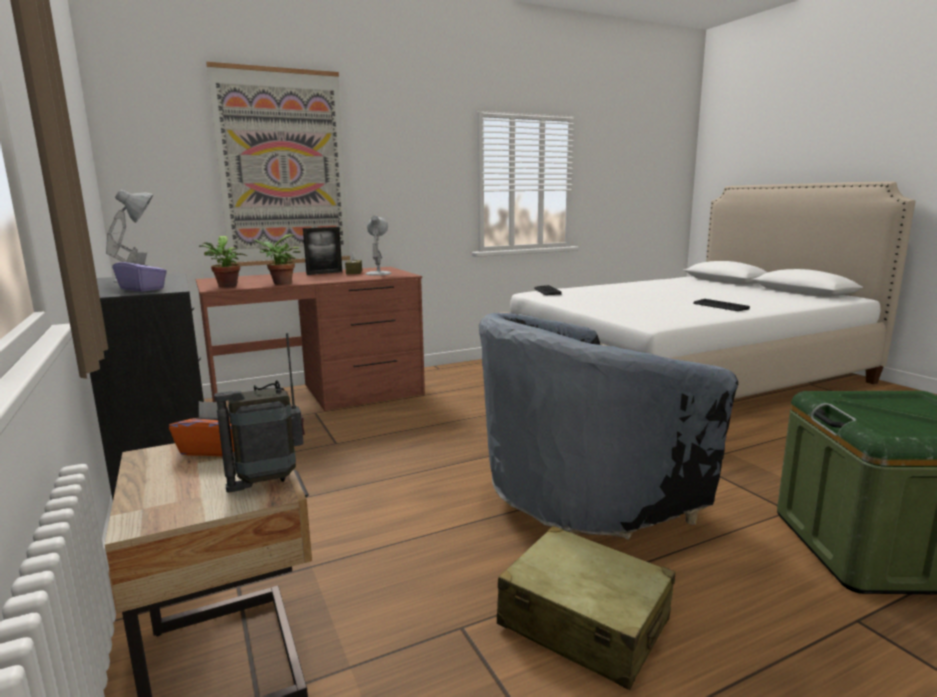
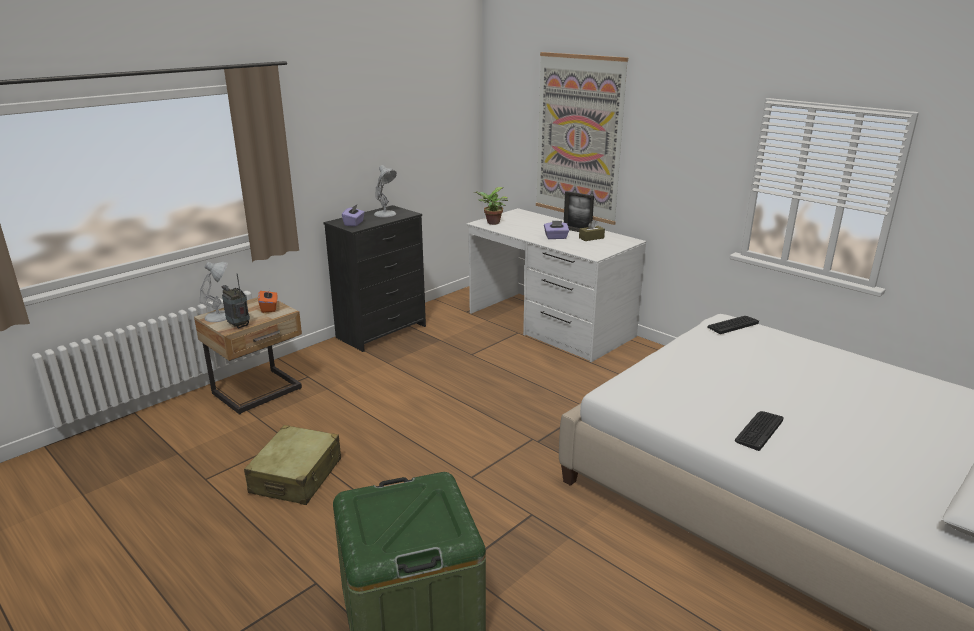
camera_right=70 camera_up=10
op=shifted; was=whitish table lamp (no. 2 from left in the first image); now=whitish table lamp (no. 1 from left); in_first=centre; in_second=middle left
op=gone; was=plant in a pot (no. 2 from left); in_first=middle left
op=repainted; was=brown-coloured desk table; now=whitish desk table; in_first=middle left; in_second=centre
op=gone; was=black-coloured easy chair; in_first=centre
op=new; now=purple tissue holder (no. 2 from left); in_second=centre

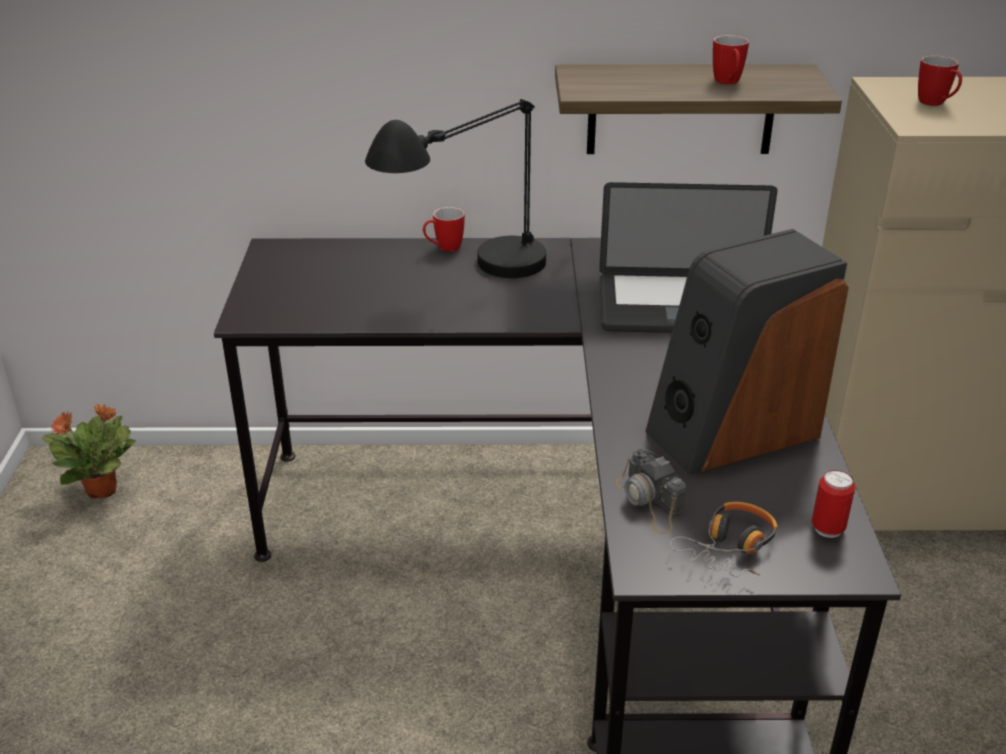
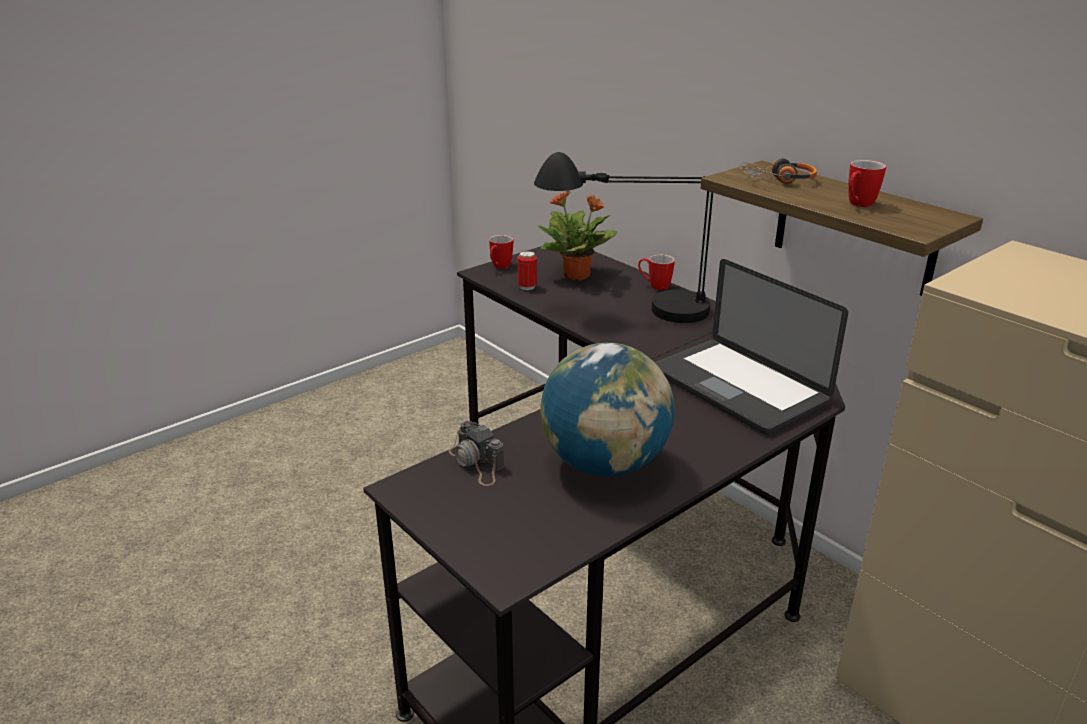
camera_right=50 camera_up=-5
op=shifted; was=mug (no. 3 from left in the first image); now=mug (no. 1 from left); in_first=top right; in_second=centre
op=swapped; was=speaker; now=desk globe; in_first=middle right; in_second=centre
op=shifted; was=plant in a pot; in_first=middle left; in_second=top centre
op=rotated; was=photo camera; in_first=centre; in_second=centre; clockwise=-60
op=shifted; was=metal can; in_first=bottom right; in_second=centre
op=shifted; was=headphones; in_first=bottom right; in_second=top right

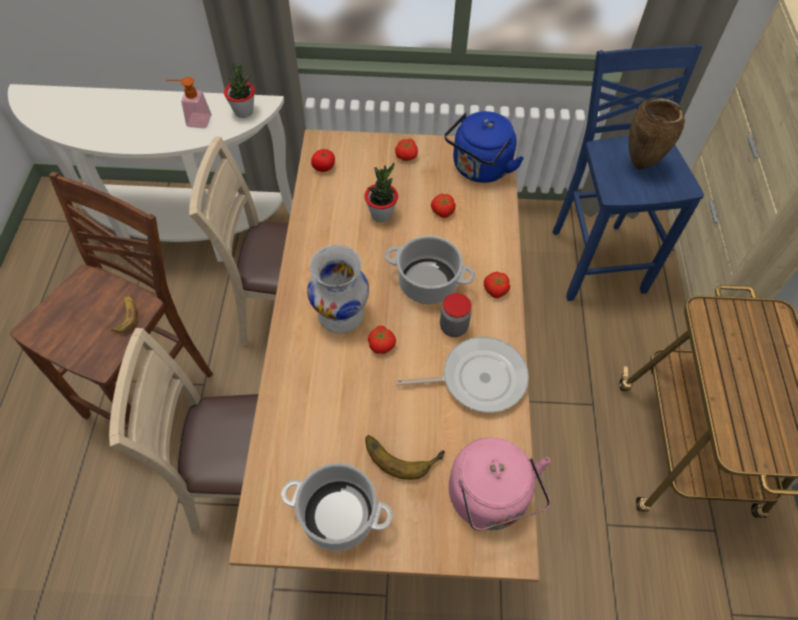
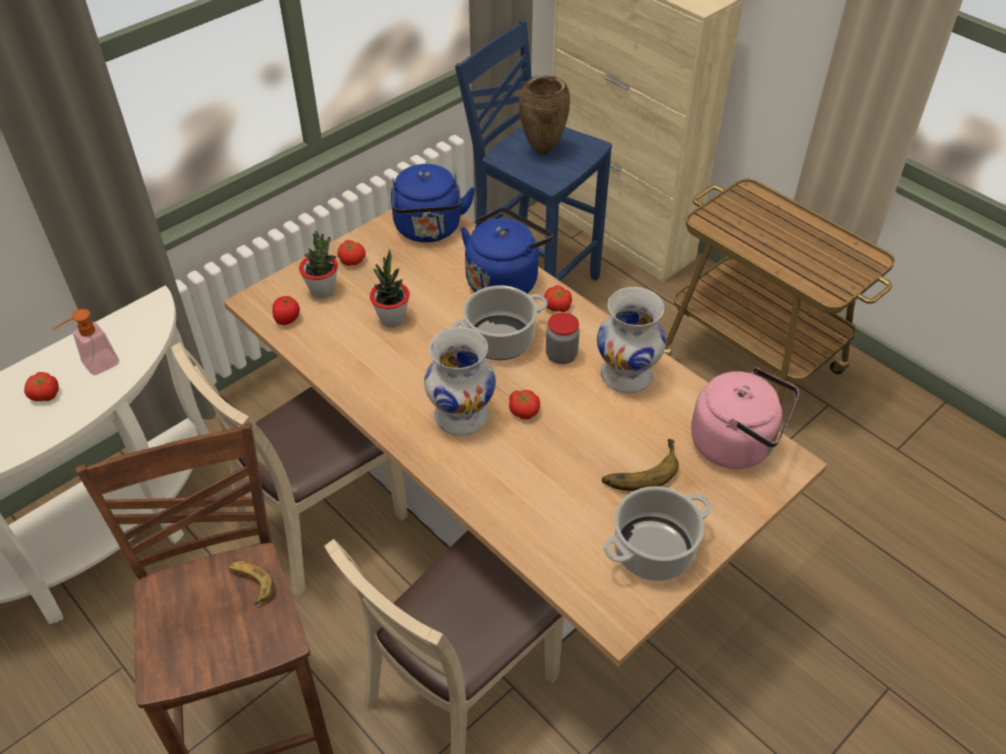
camera_right=-45 camera_up=-10
op=shifted; was=plant in a pot (no. 1 from left); in_first=top left; in_second=middle left
op=shifted; was=tomato (no. 4 from left in the first image); now=tomato (no. 1 from left); in_first=top centre; in_second=middle left
op=swapped; was=pan; now=whitish decorative vase (no. 2 from left); in_first=centre; in_second=centre
op=new; now=blue-coloured water kettle (no. 2 from left); in_second=top centre

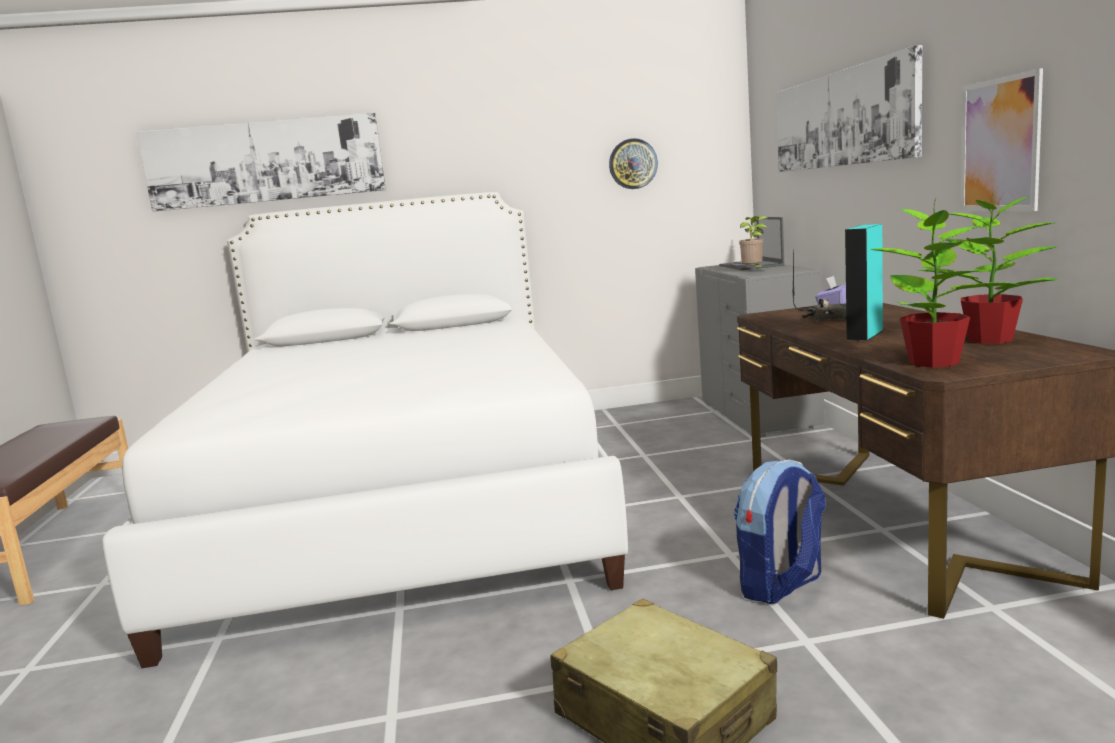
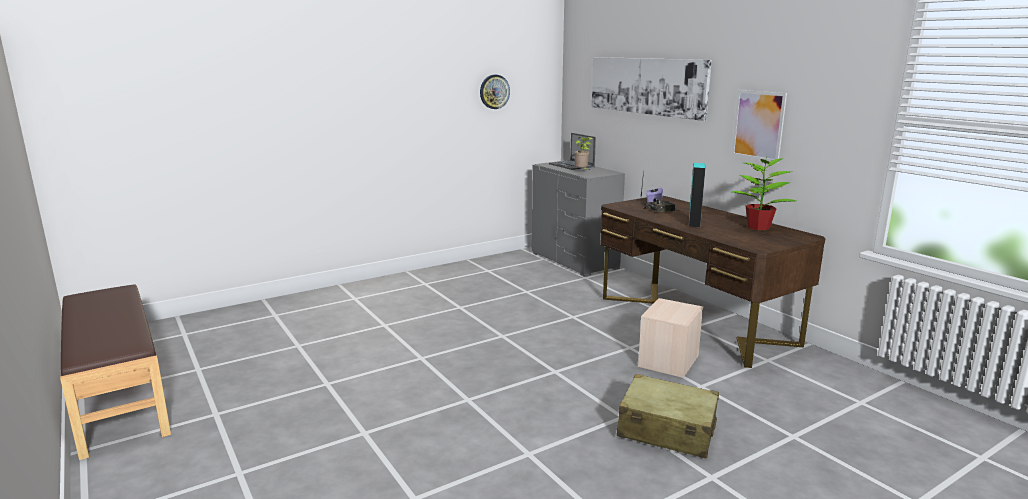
camera_right=-25 camera_up=5
op=gone; was=wall art (no. 1 from left); in_first=top left
op=gone; was=whitish bed; in_first=middle left
op=gone; was=plant in a pot (no. 2 from left); in_first=middle right
op=swapped; was=rucksack; now=sand-coloured storage bin; in_first=bottom right; in_second=bottom centre

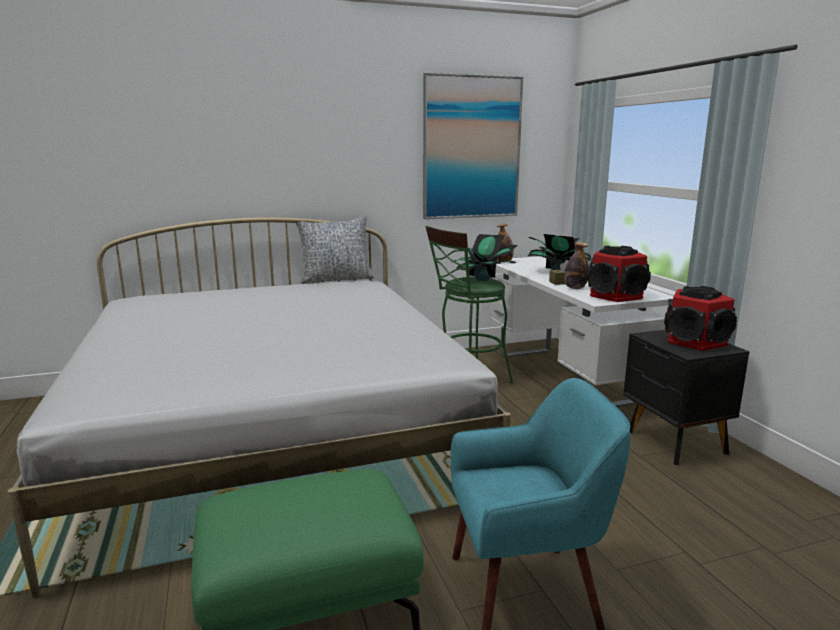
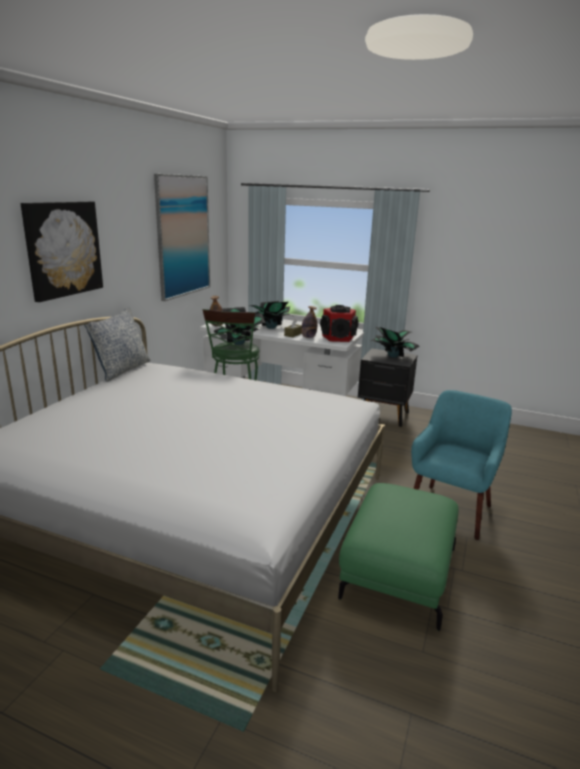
camera_right=-50 camera_up=5
op=swapped; was=speaker (no. 2 from left); now=plant in a pot (no. 3 from left); in_first=middle right; in_second=middle right
op=new; now=wall art (no. 1 from left); in_second=top left

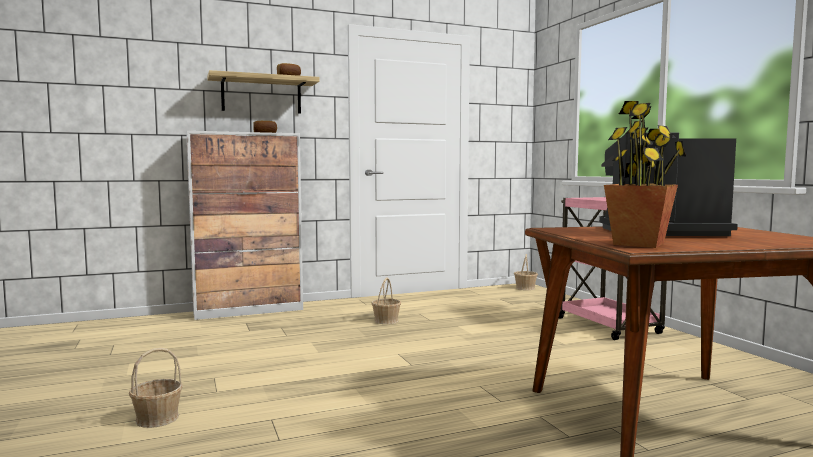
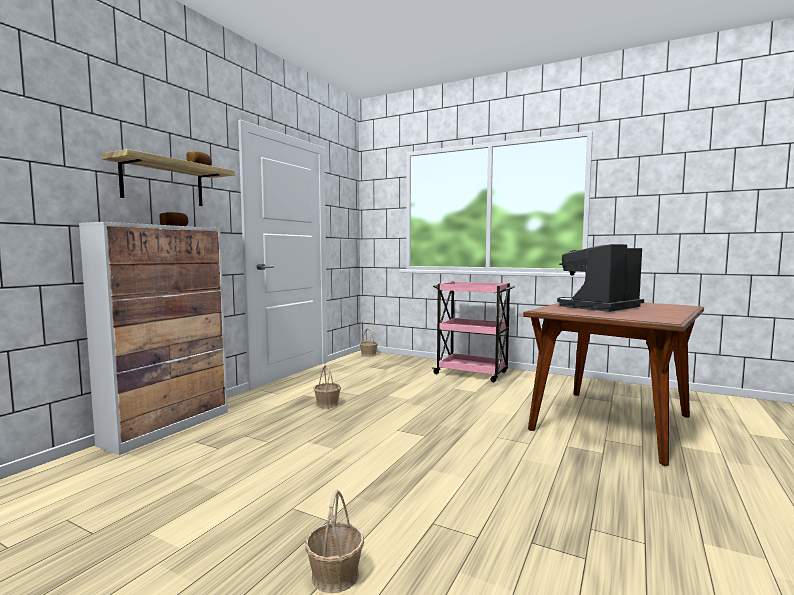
camera_right=-40 camera_up=0
op=gone; was=plant in a pot; in_first=middle right

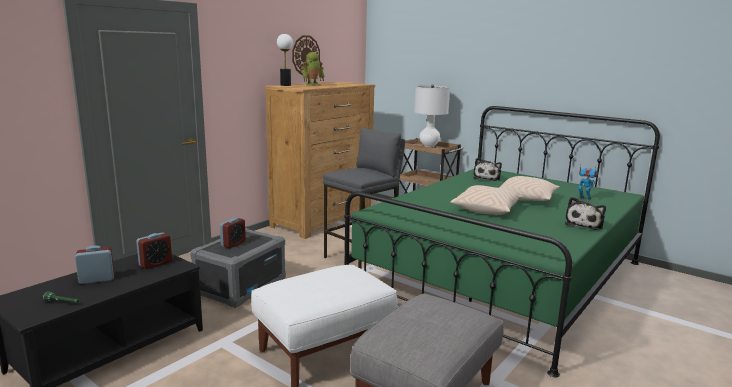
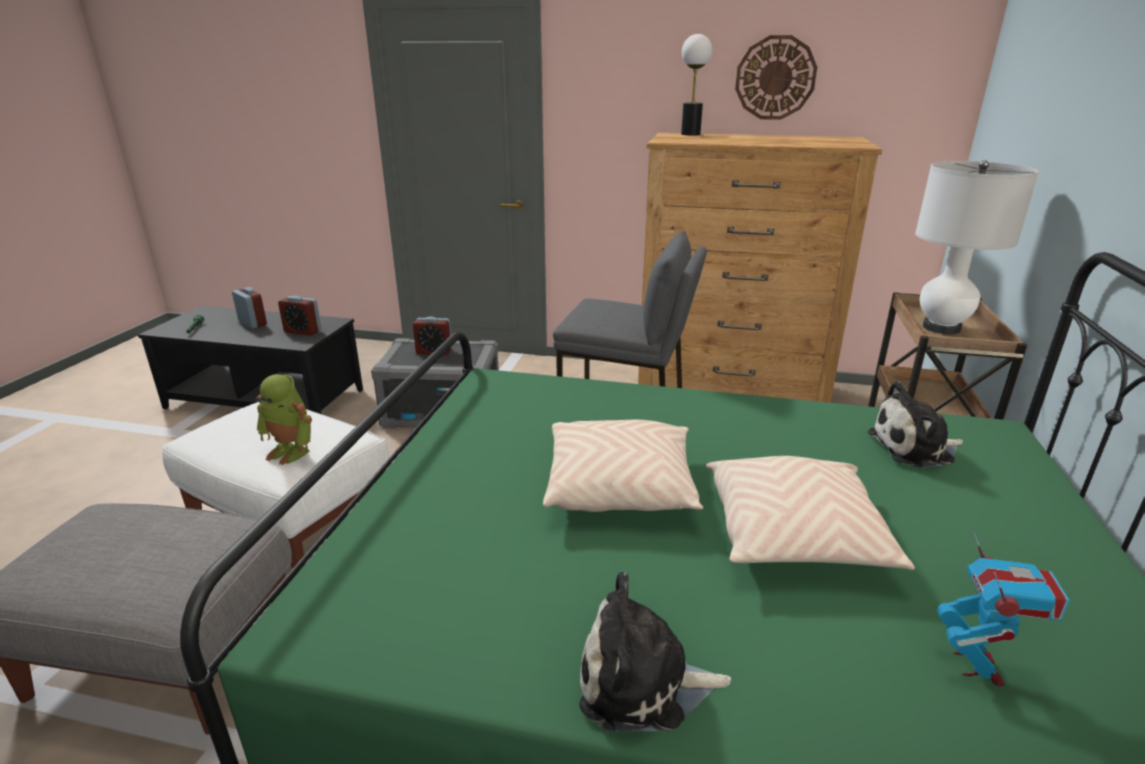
camera_right=65 camera_up=10
op=shifted; was=robot figure (no. 1 from left); in_first=top centre; in_second=middle left

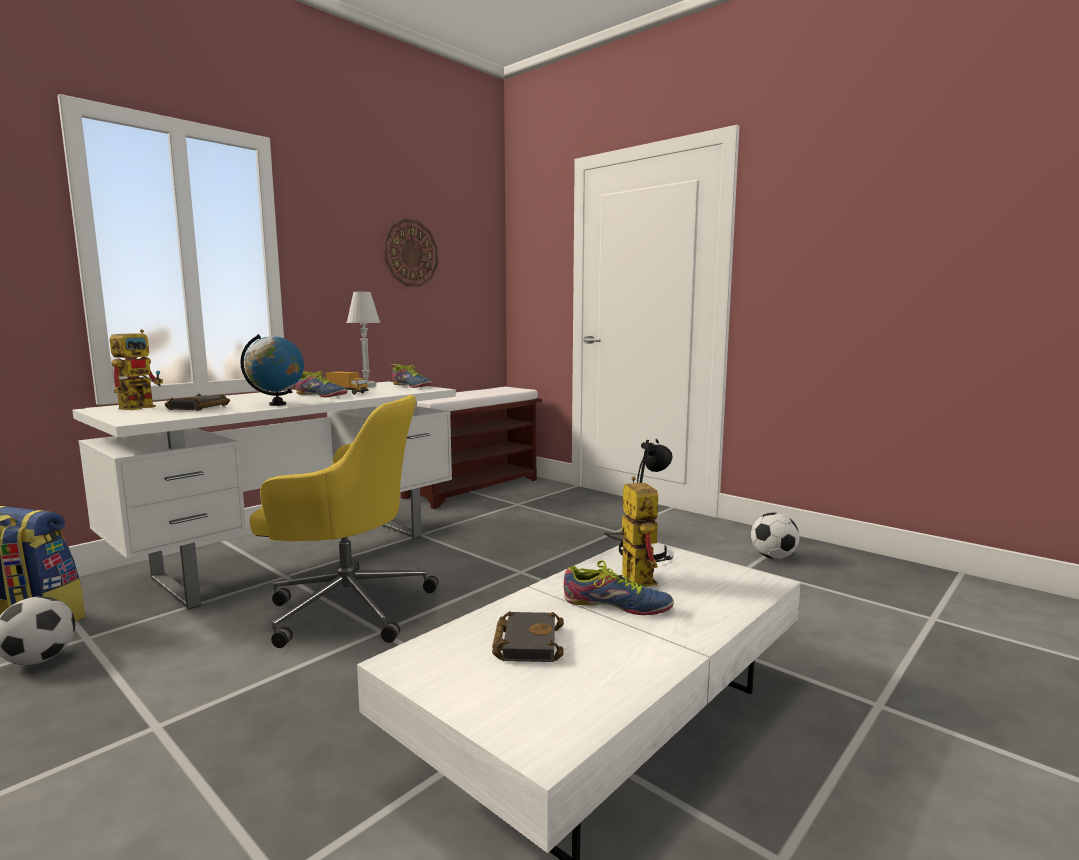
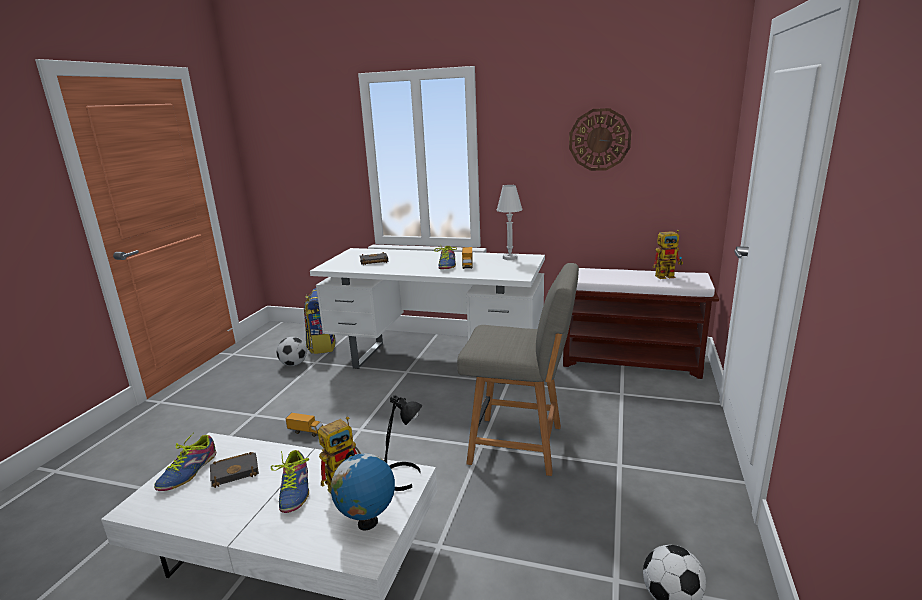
camera_right=65 camera_up=10
op=shifted; was=robot figure (no. 1 from left in the first image); now=robot figure (no. 2 from left); in_first=middle left; in_second=middle right
op=shifted; was=desk globe; in_first=middle left; in_second=bottom centre
op=shifted; was=item of footwear (no. 2 from left in the first image); now=item of footwear (no. 1 from left); in_first=centre; in_second=bottom left
op=gone; was=yellowish desk chair; in_first=middle left
op=new; now=gray chair; in_second=centre
op=new; now=model truck (no. 1 from left); in_second=bottom left

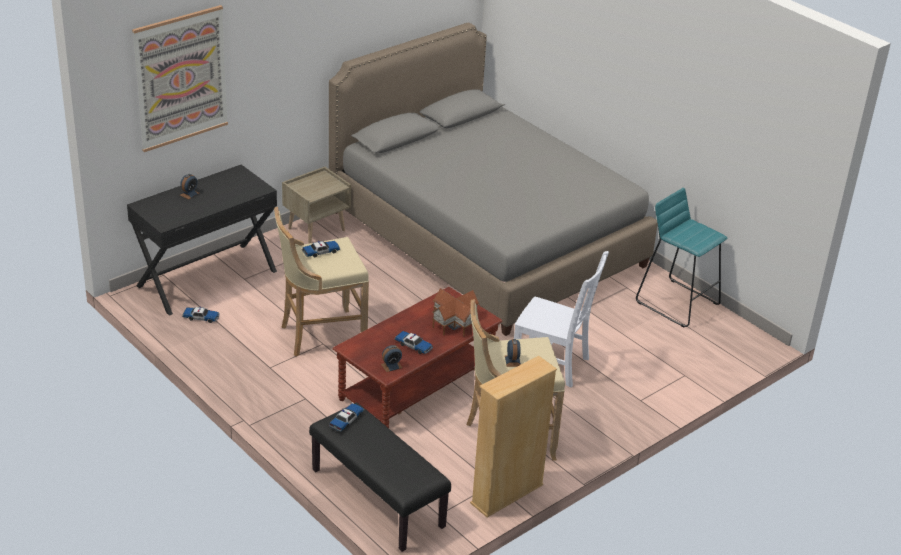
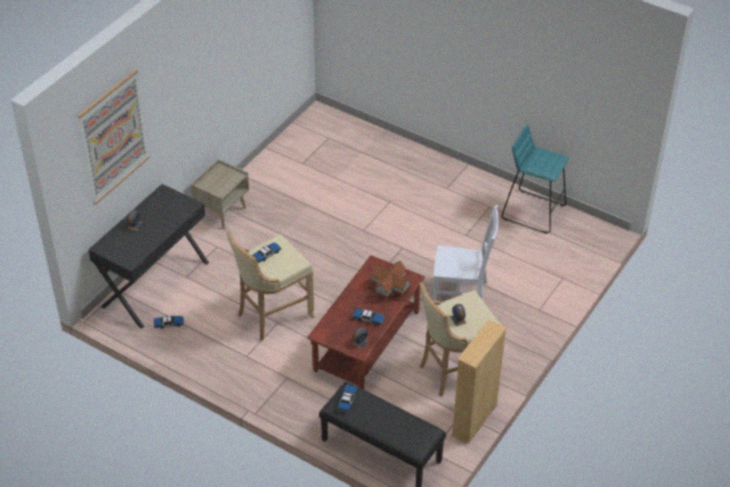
camera_right=-15 camera_up=10
op=gone; was=gray bed; in_first=top centre

